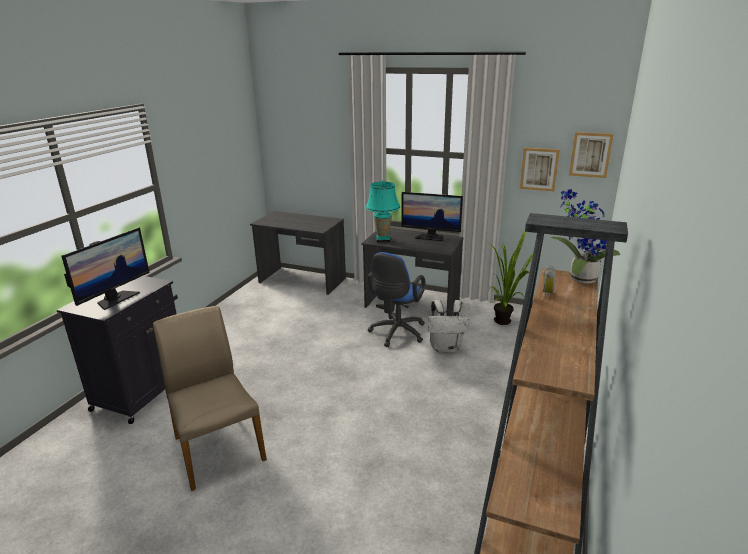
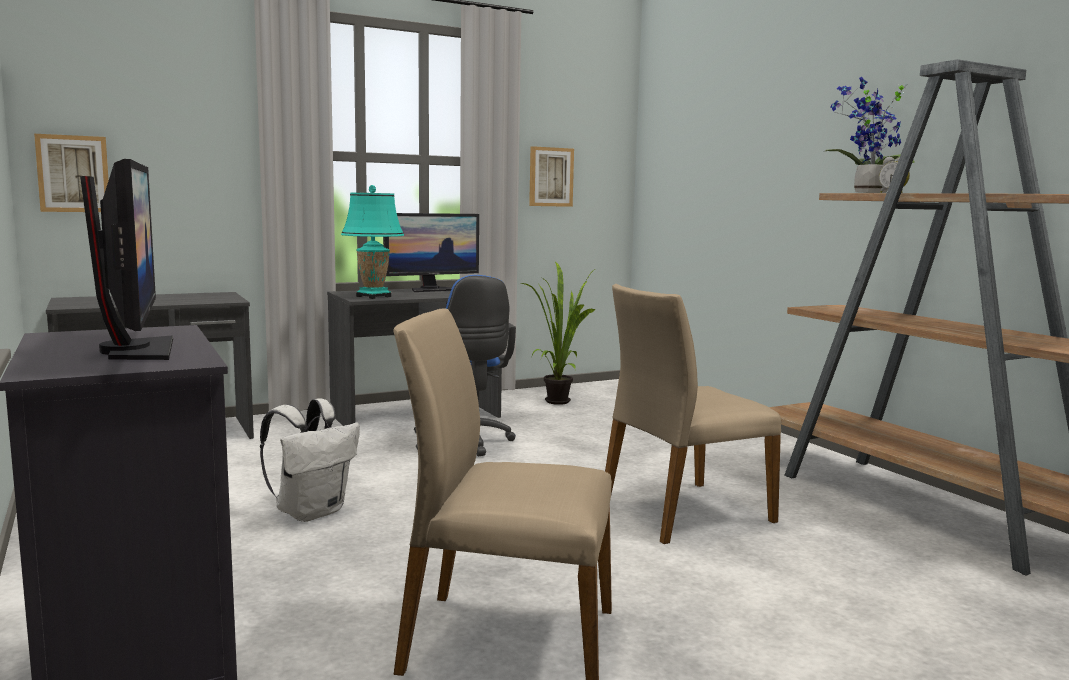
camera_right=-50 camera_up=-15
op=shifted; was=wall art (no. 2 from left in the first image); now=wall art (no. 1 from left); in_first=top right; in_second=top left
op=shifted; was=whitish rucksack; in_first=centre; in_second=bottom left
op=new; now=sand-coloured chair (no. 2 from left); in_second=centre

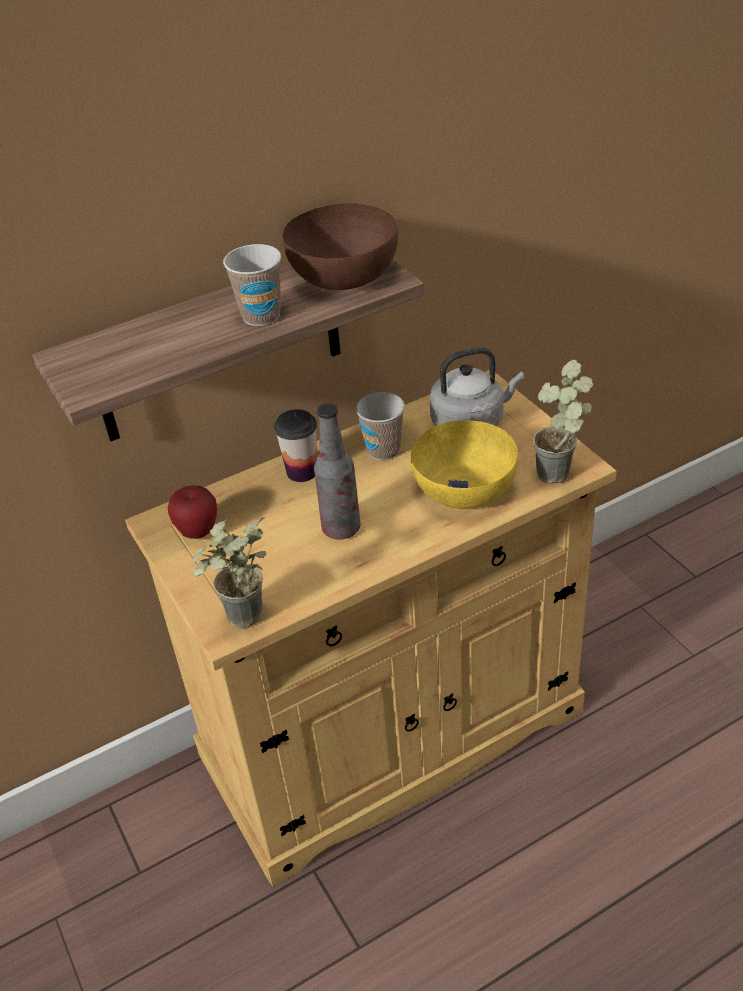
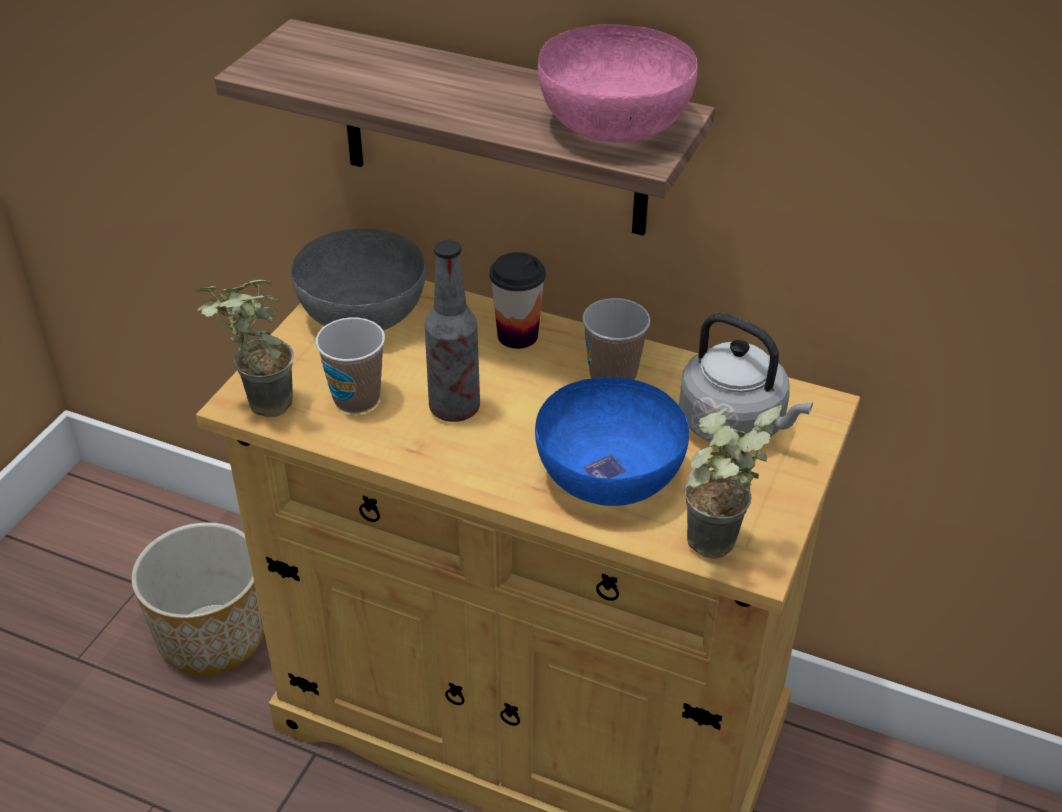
camera_right=50 camera_up=0
op=repainted; was=brown-coloured bowl; now=pink bowl; in_first=top centre; in_second=top centre
op=shifted; was=drinking cup (no. 1 from left); in_first=top centre; in_second=middle left
op=repainted; was=yellowish bowl; now=blue-coloured bowl; in_first=centre; in_second=centre
op=swapped; was=whole apple; now=gray bowl; in_first=middle left; in_second=centre
op=new; now=planter; in_second=bottom left

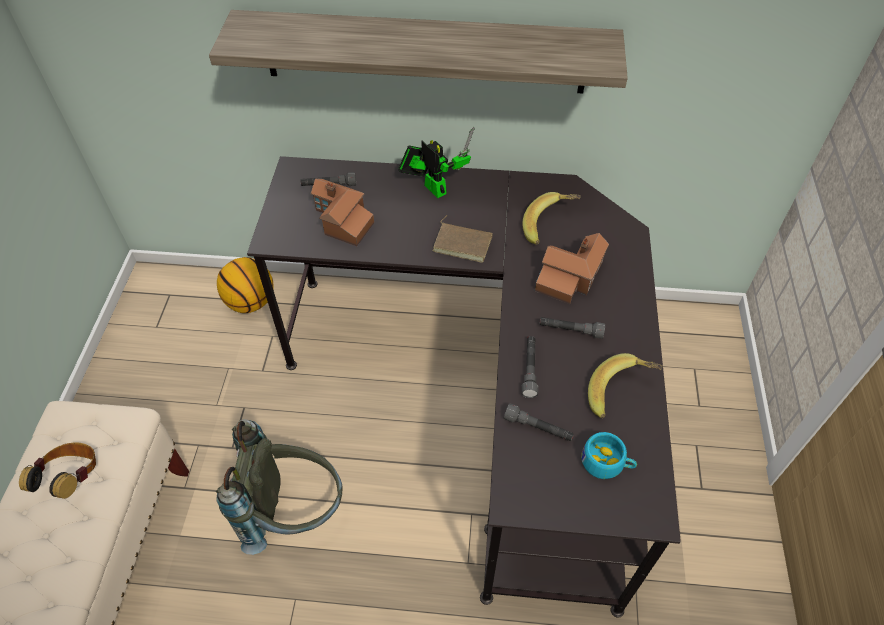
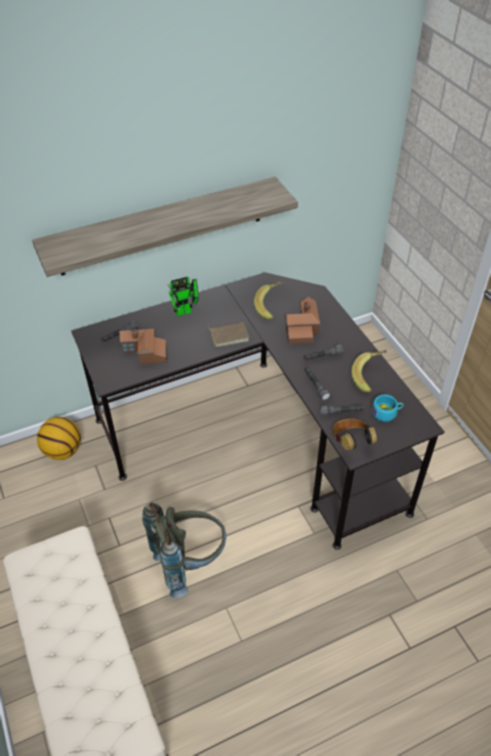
camera_right=-30 camera_up=-5
op=rotated; was=robot figure; in_first=top centre; in_second=centre; clockwise=135
op=shifted; was=headphones; in_first=bottom left; in_second=middle right

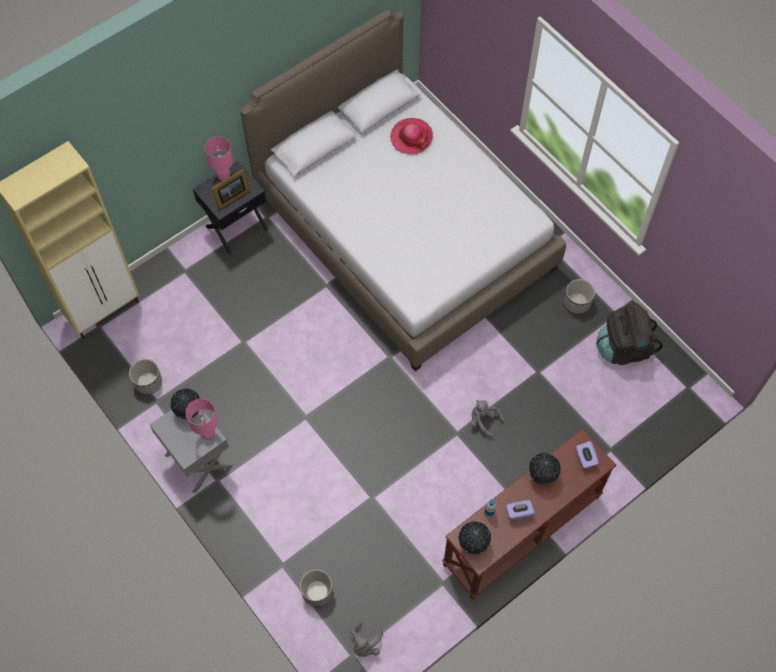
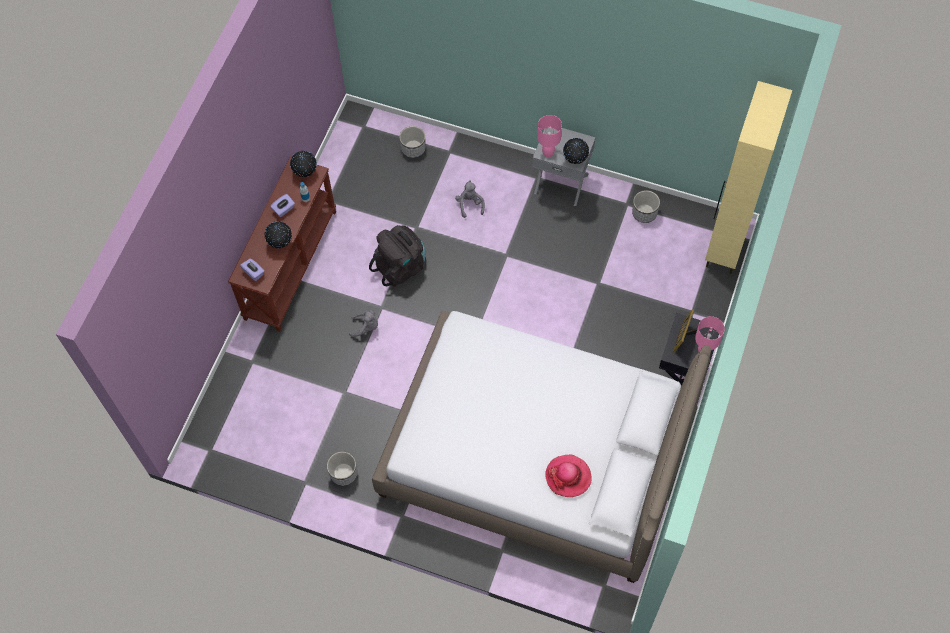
camera_right=150 camera_up=0
op=shifted; was=black-coloured rucksack; in_first=middle right; in_second=centre
op=shifted; was=gray cuddly toy (no. 1 from left in the first image); now=gray cuddly toy (no. 2 from left); in_first=bottom centre; in_second=top centre

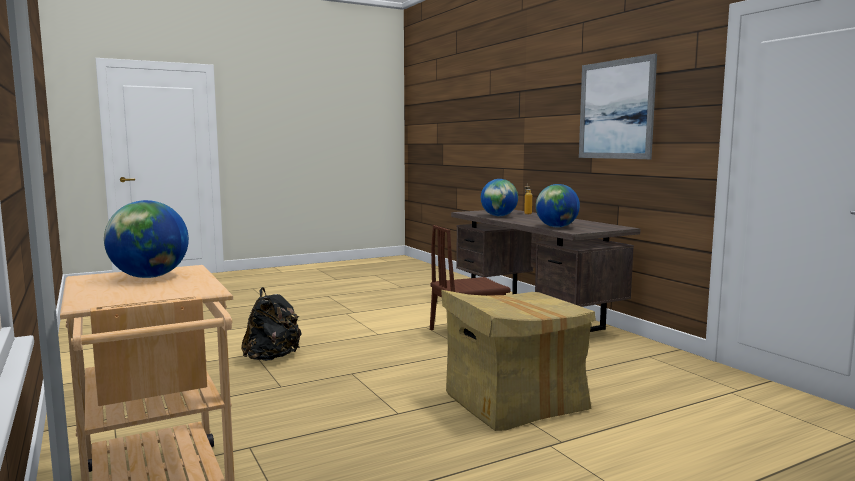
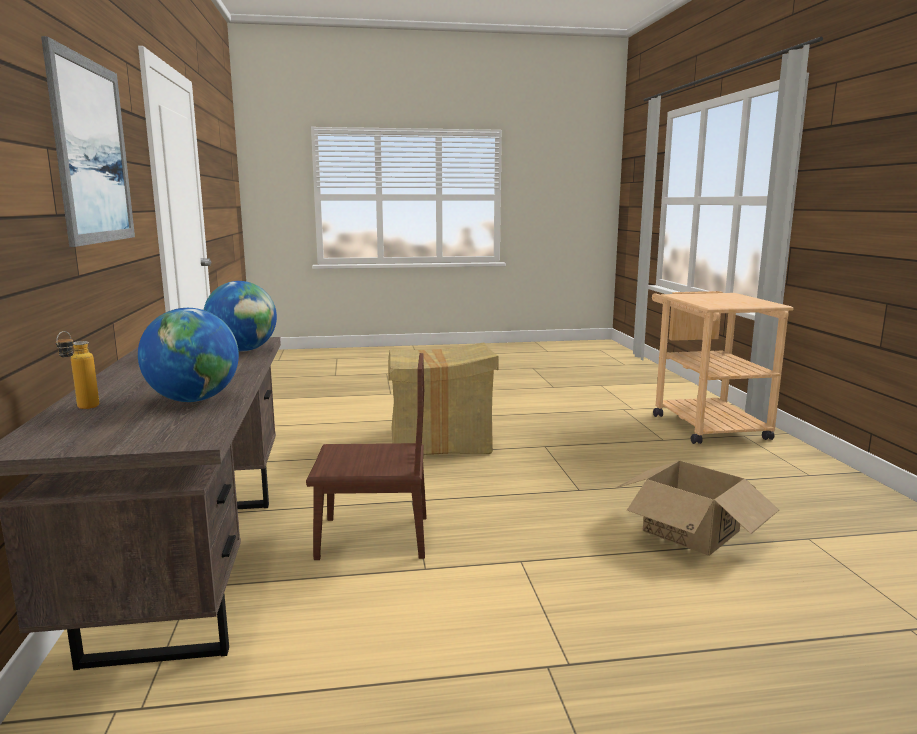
camera_right=-160 camera_up=5
op=gone; was=desk globe (no. 1 from left); in_first=middle left
op=swapped; was=black-coloured rucksack; now=carton (no. 2 from left); in_first=bottom left; in_second=bottom right

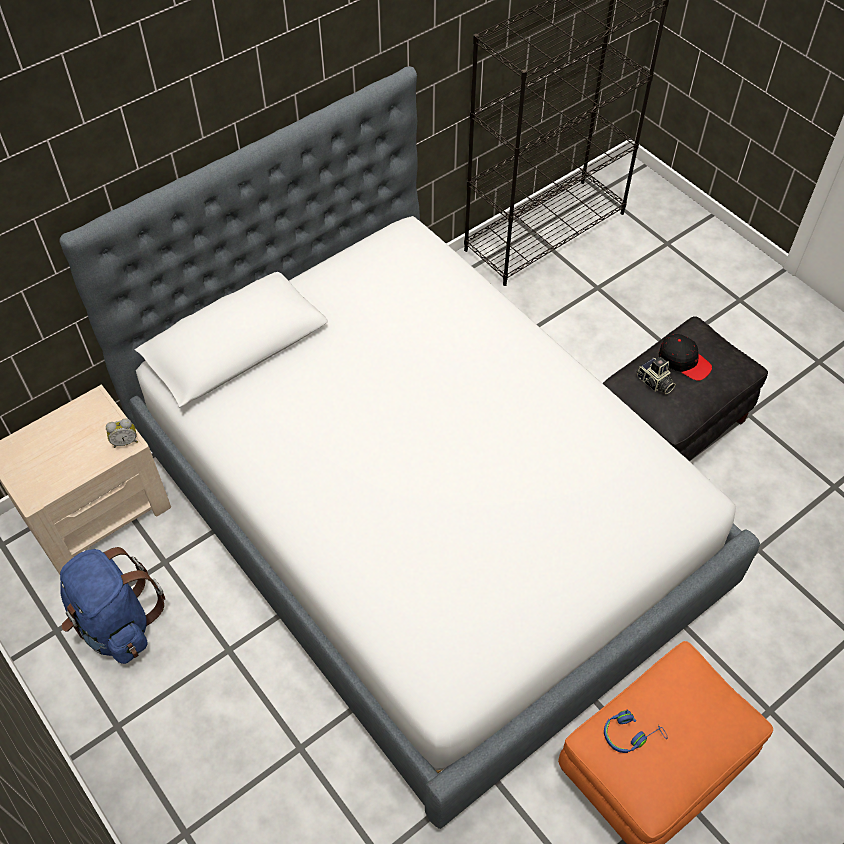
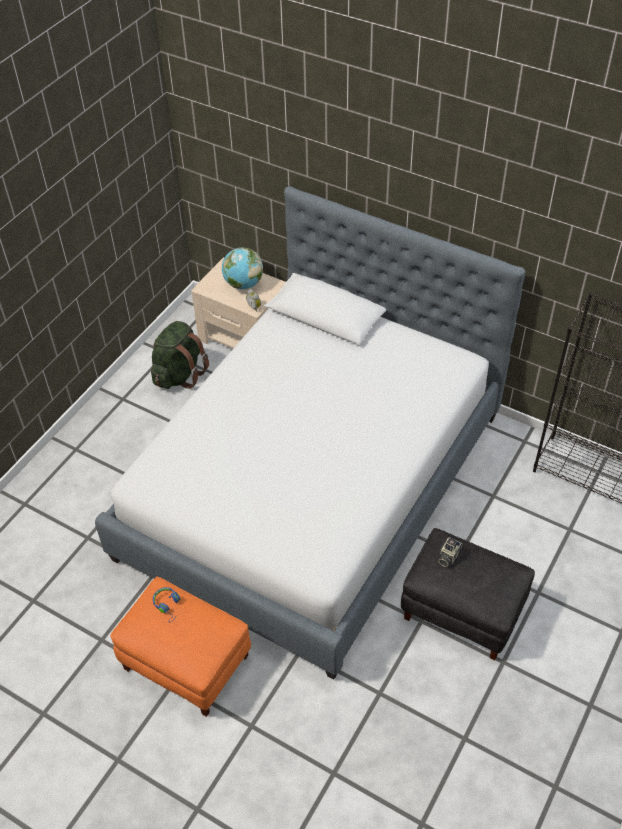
camera_right=70 camera_up=-5
op=gone; was=black-coloured peaked cap; in_first=middle right
op=repainted; was=blue-coloured rucksack; now=greenish rucksack; in_first=bottom left; in_second=middle left
op=new; now=desk globe; in_second=top centre

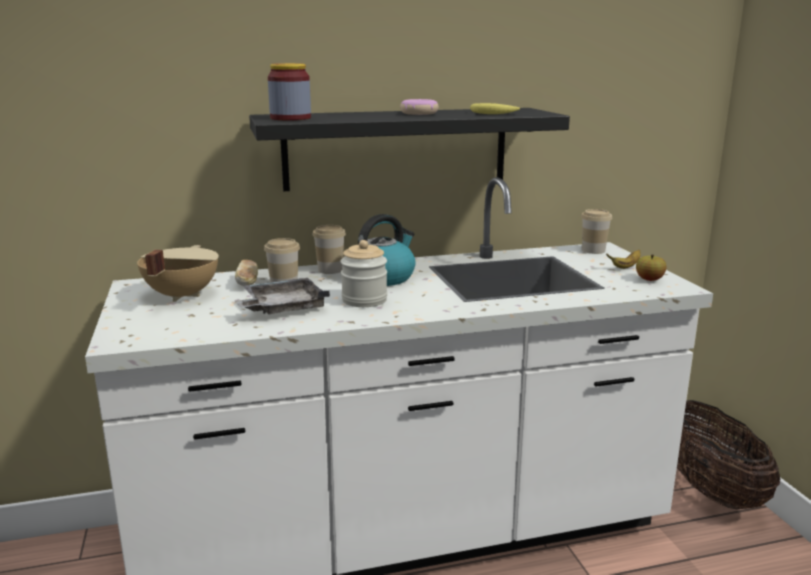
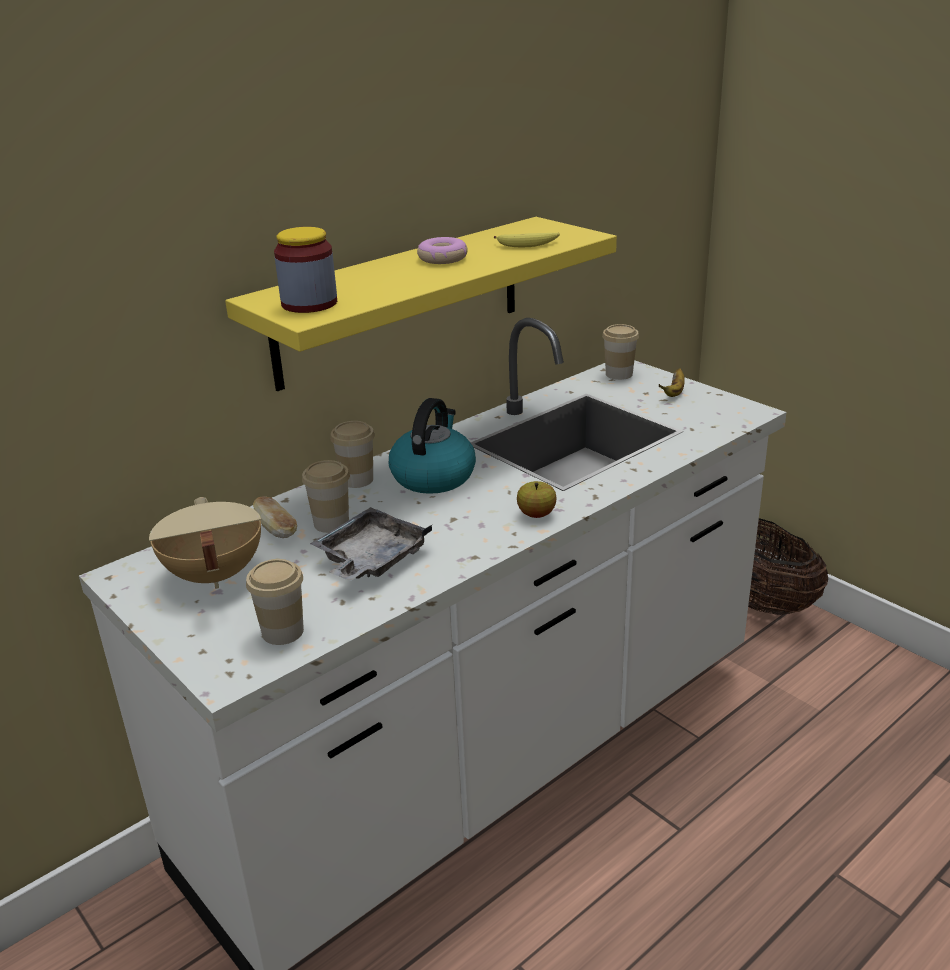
camera_right=-25 camera_up=10
op=repainted; was=black-coloured shelf; now=yellowish shelf; in_first=top centre; in_second=top centre
op=gone; was=preserve jar (no. 2 from left); in_first=centre
op=shifted; was=whole apple; in_first=middle right; in_second=centre
op=new; now=drinking cup (no. 1 from left); in_second=middle left

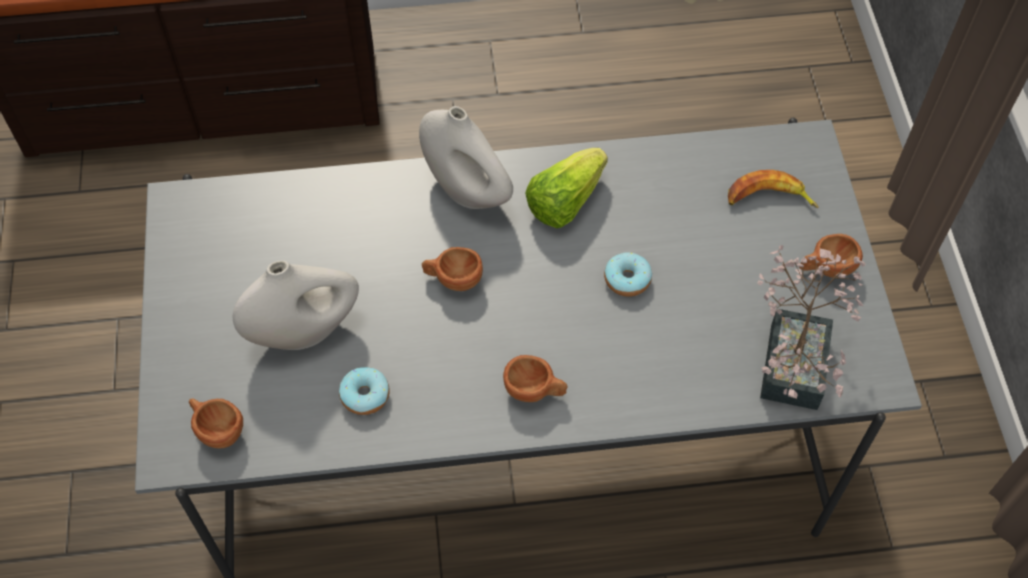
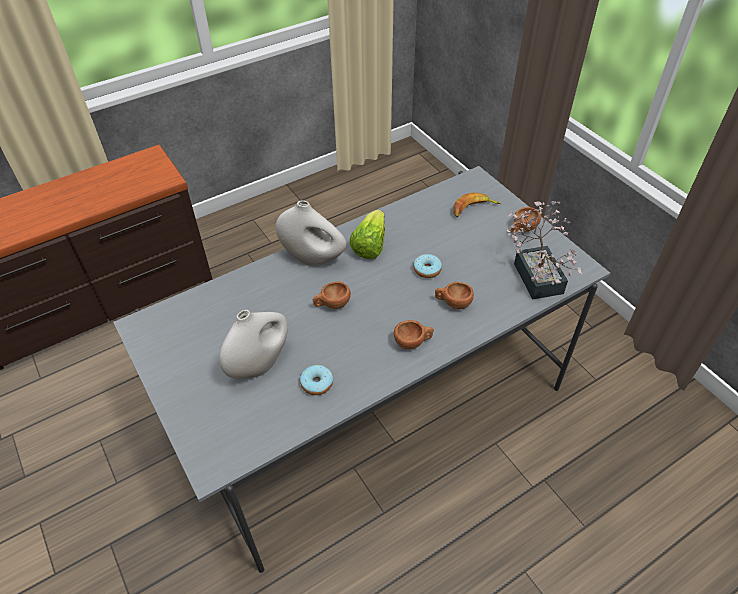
camera_right=-25 camera_up=-10
op=shifted; was=brown-coloured drinking cup (no. 1 from left in the first image); now=brown-coloured drinking cup (no. 3 from left); in_first=bottom left; in_second=centre

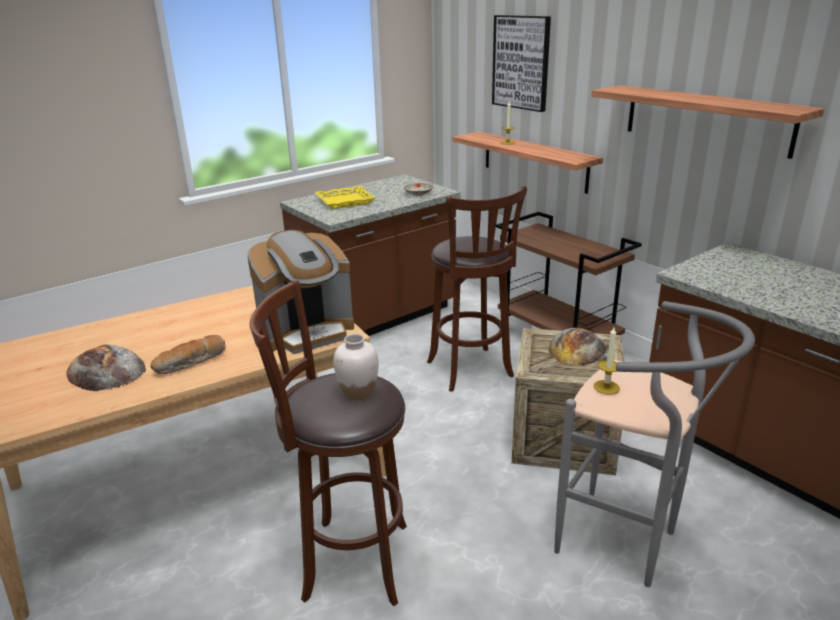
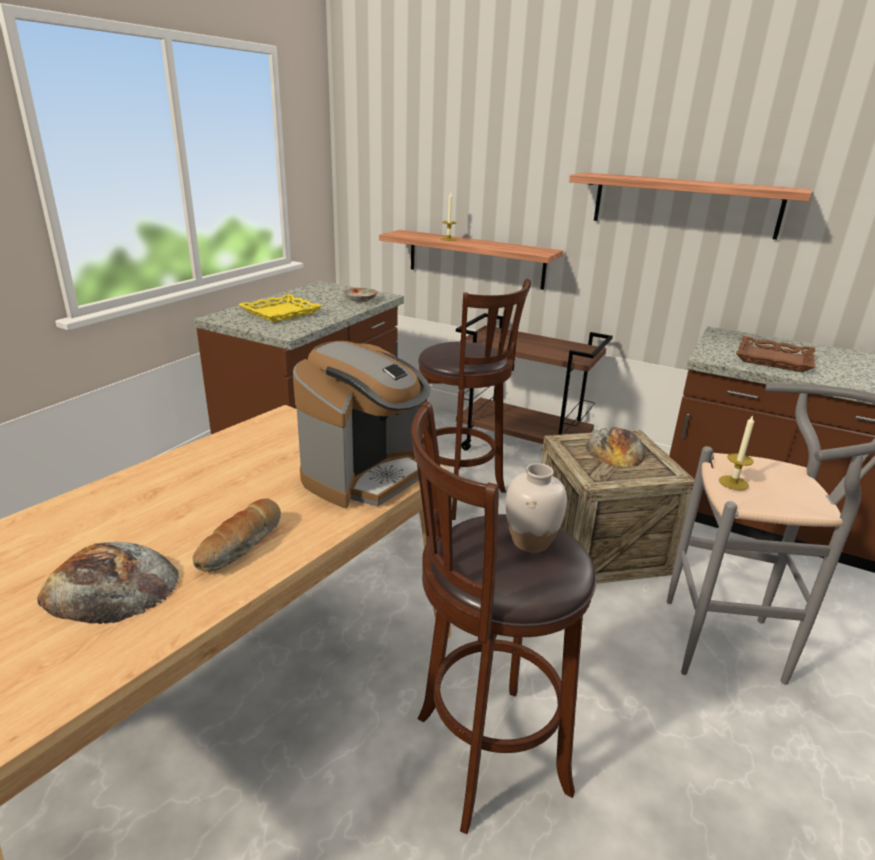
camera_right=-25 camera_up=0
op=gone; was=wall art; in_first=top centre
op=new; now=brown-coloured serving tray; in_second=middle right

